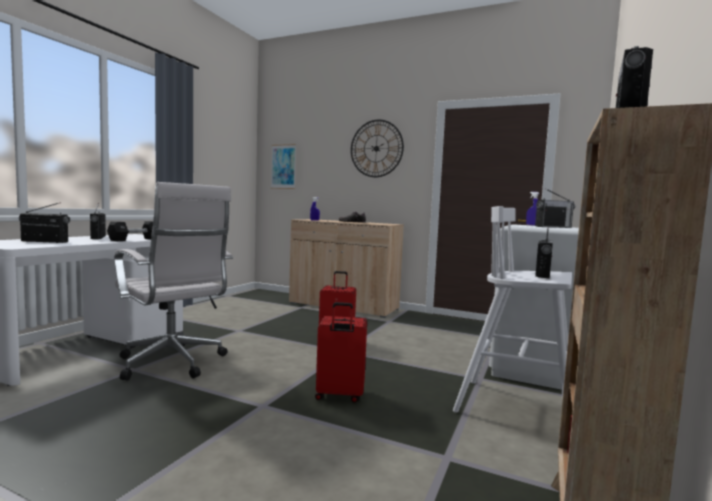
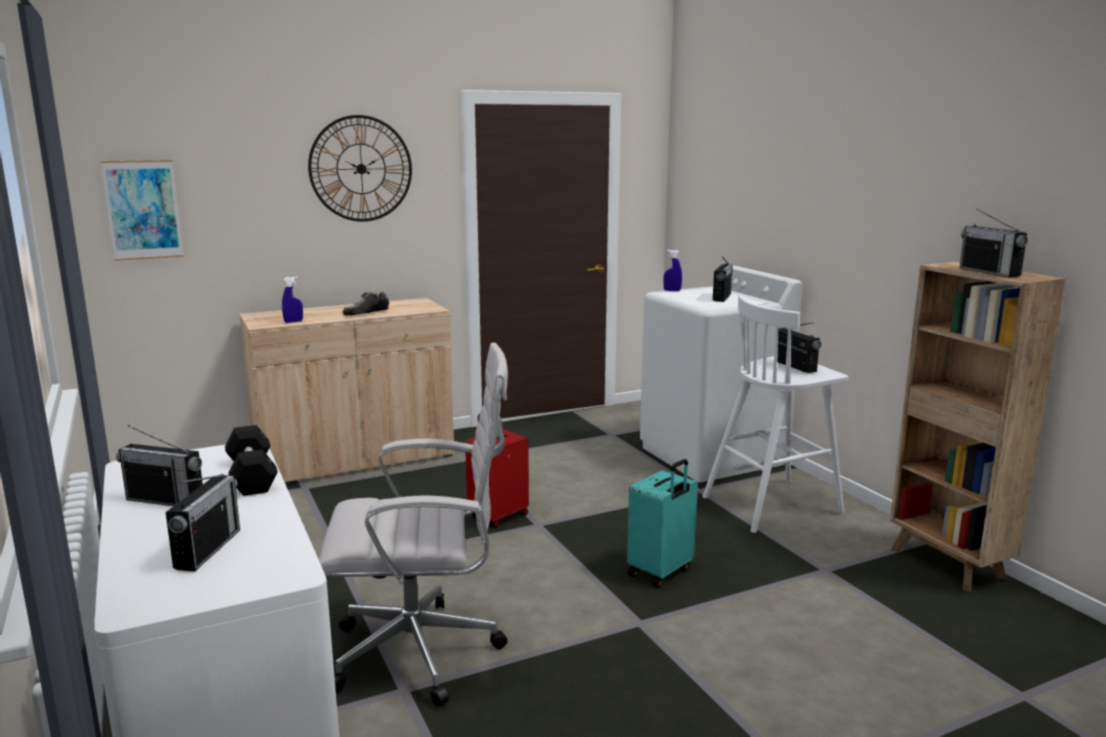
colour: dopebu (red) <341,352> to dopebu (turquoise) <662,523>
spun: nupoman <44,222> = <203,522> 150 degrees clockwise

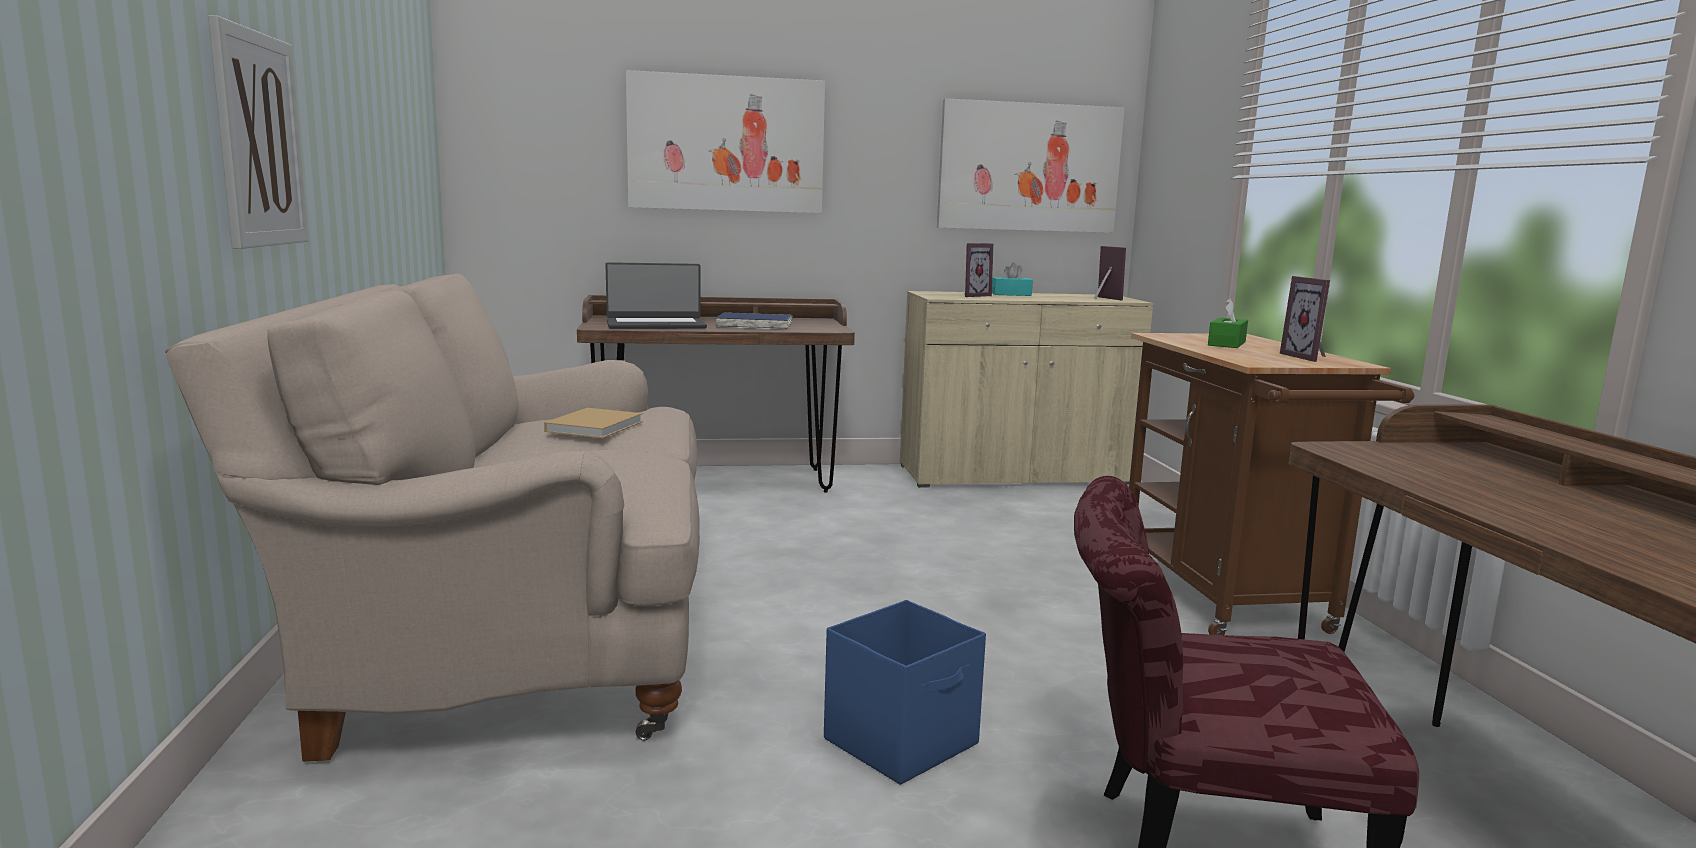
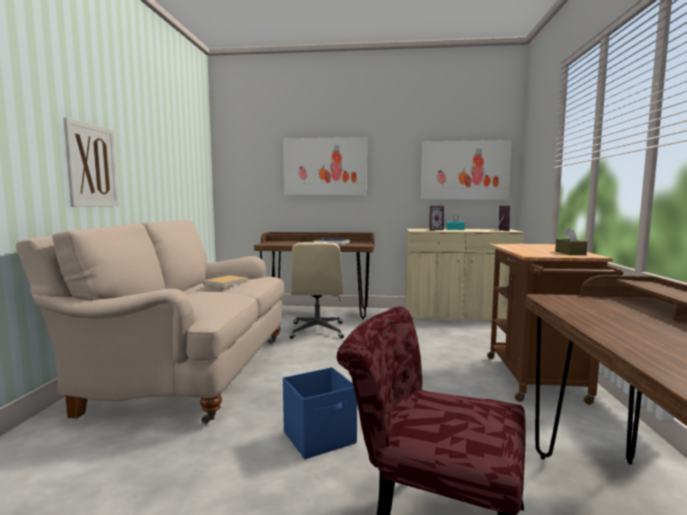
missing: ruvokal <656,295>; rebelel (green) <1228,323>
appeared: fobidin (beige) <316,290>
exchanged: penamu <1305,319> to rebelel (brown) <571,241>

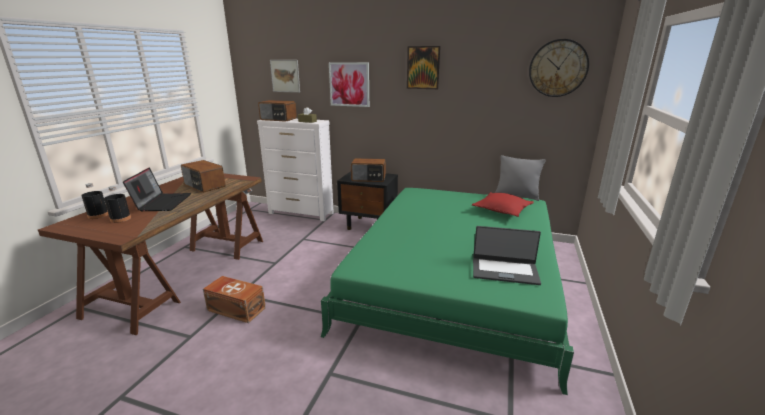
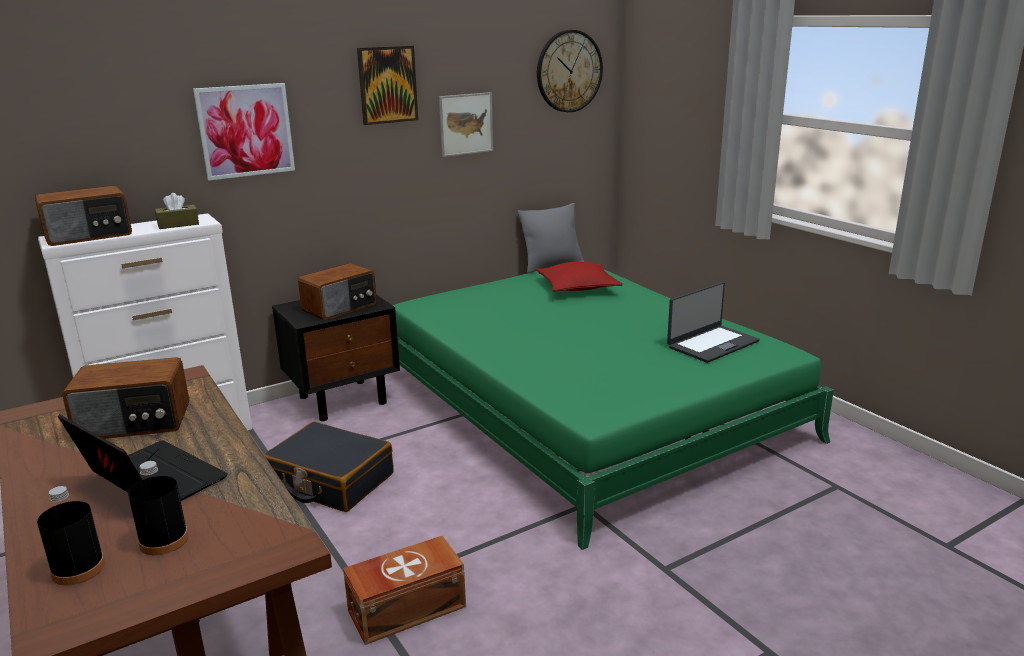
appeared: dopebu (black) <329,467>
relocated: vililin <285,76> to <466,124>

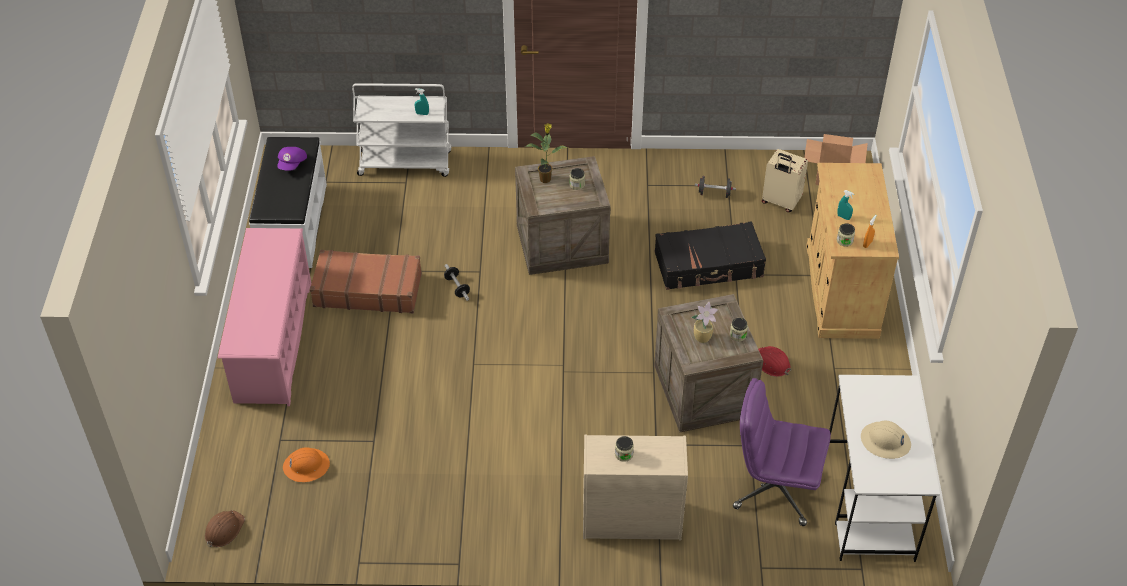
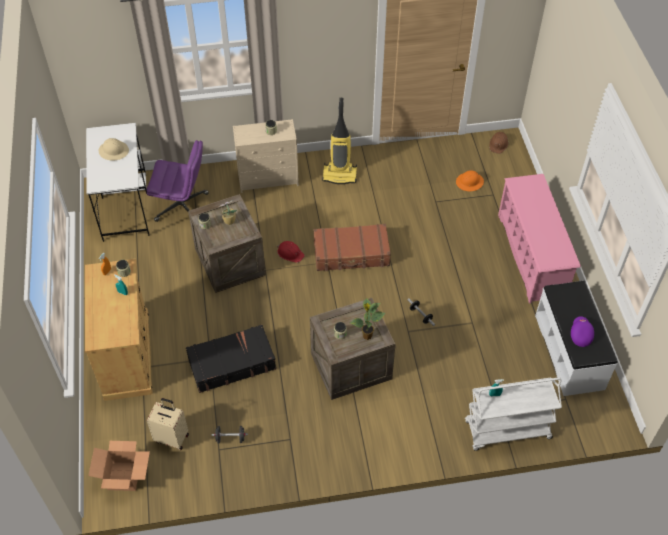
appeared: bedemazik <339,141>
relocated: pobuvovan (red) <774,361> to <291,252>; dopebu (brown) <366,281> to <352,247>

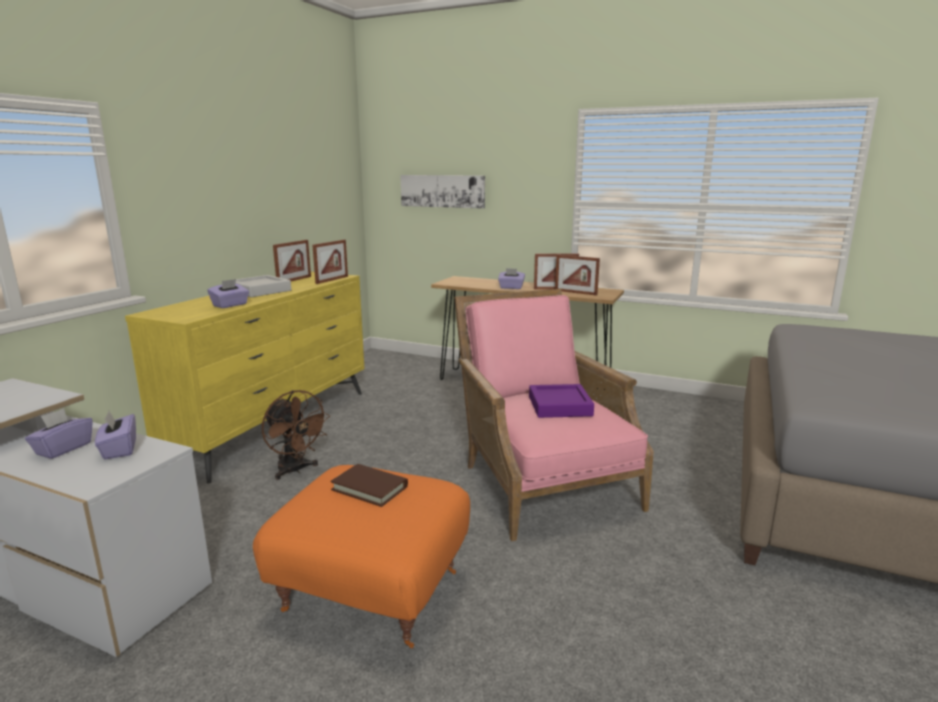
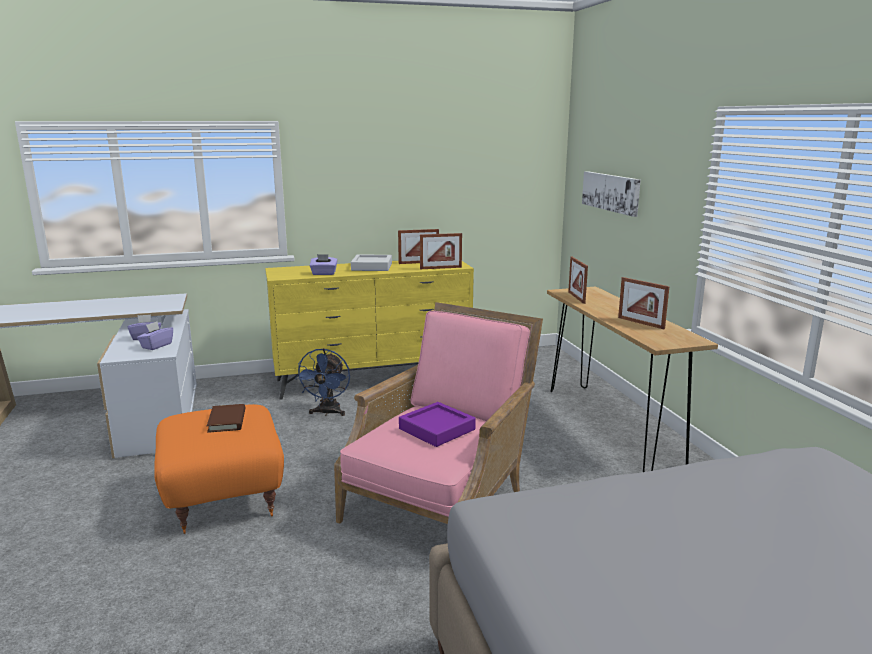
missing: rebelel (purple) <511,278>
relocated: penamu <577,275> to <578,280>
colour: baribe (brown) <296,435> to baribe (blue) <322,382>

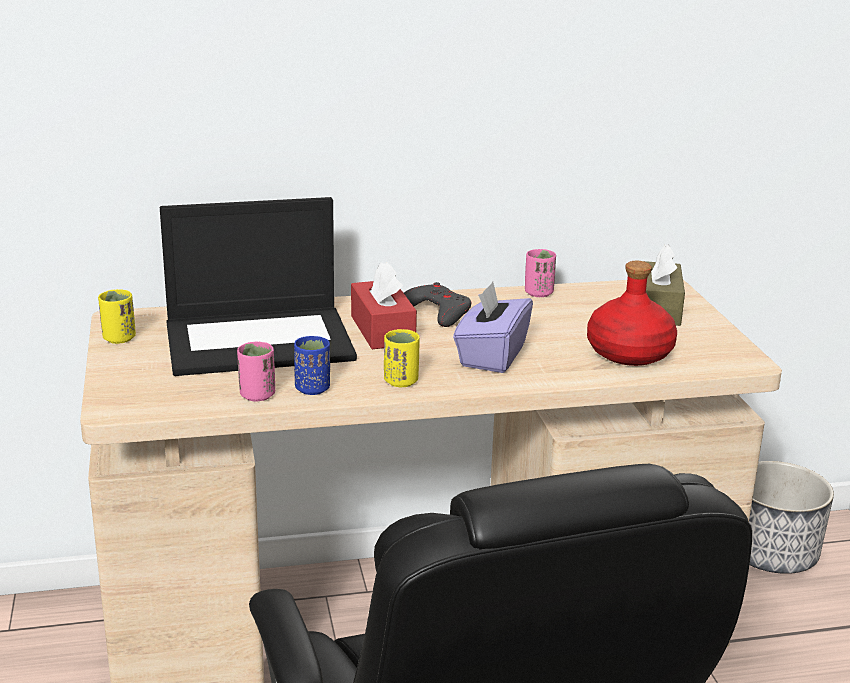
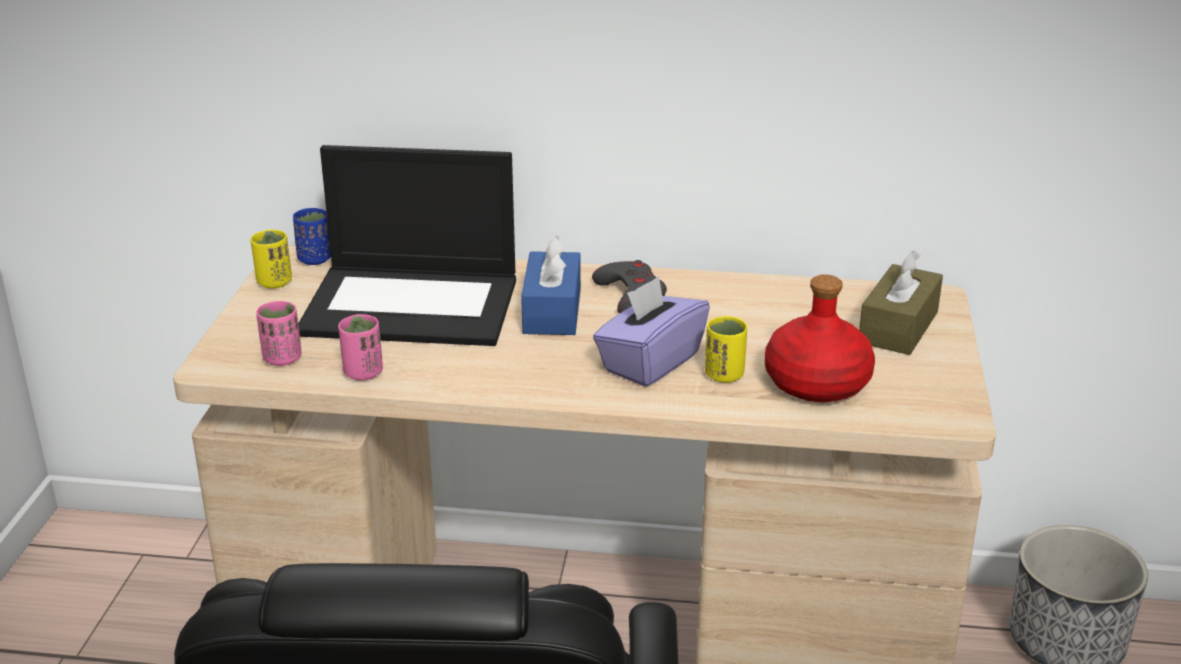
relocated: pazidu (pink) <540,273> to <279,333>; pazidu (blue) <312,365> to <312,236>; pazidu (yellow) <402,358> to <726,349>
colour: rebelel (red) <384,305> to rebelel (blue) <551,284>

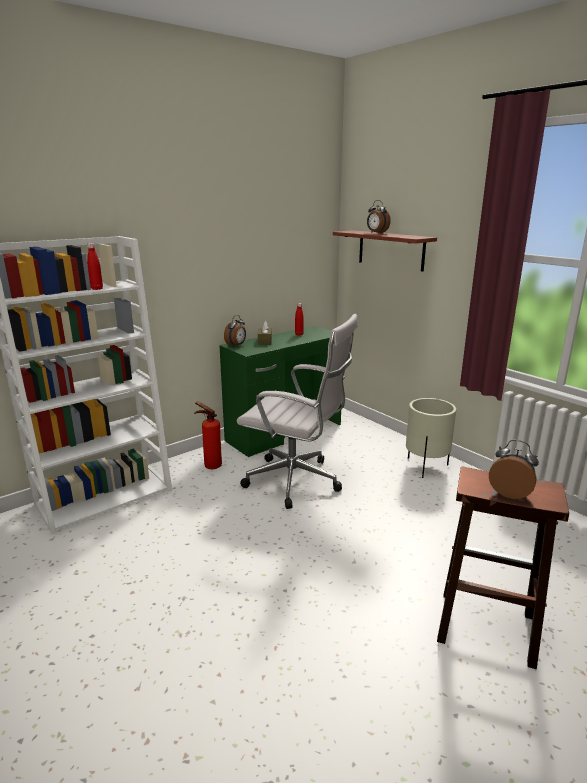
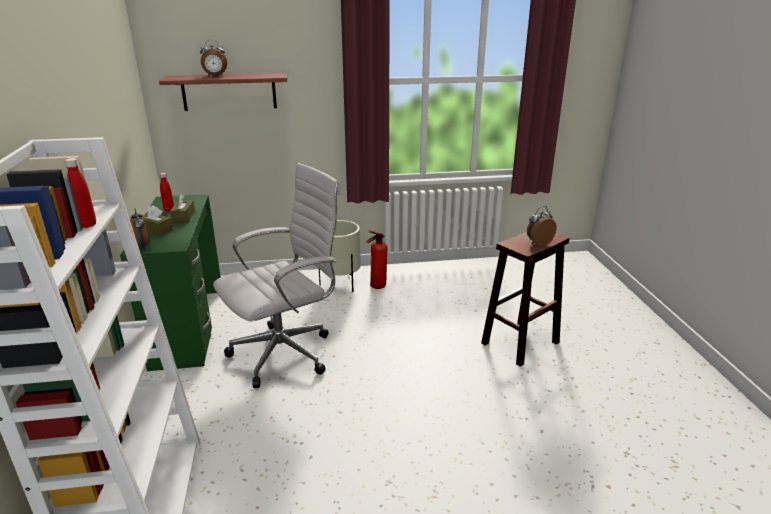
appeared: rebelel (brown) <182,208>
relocated: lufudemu <208,435> to <377,259>

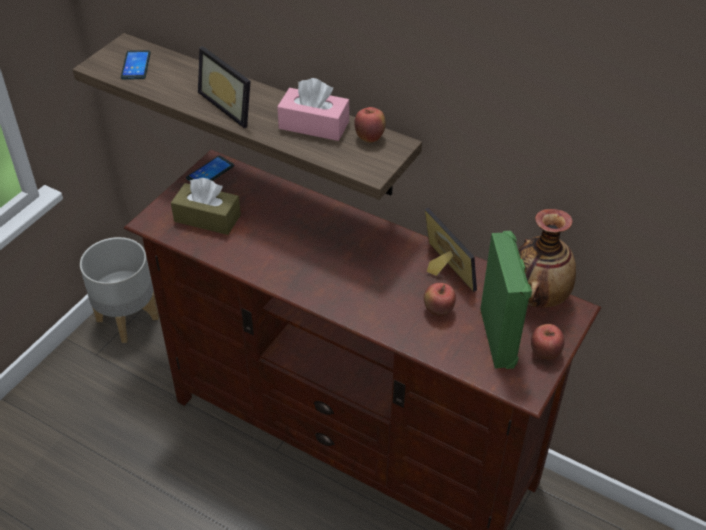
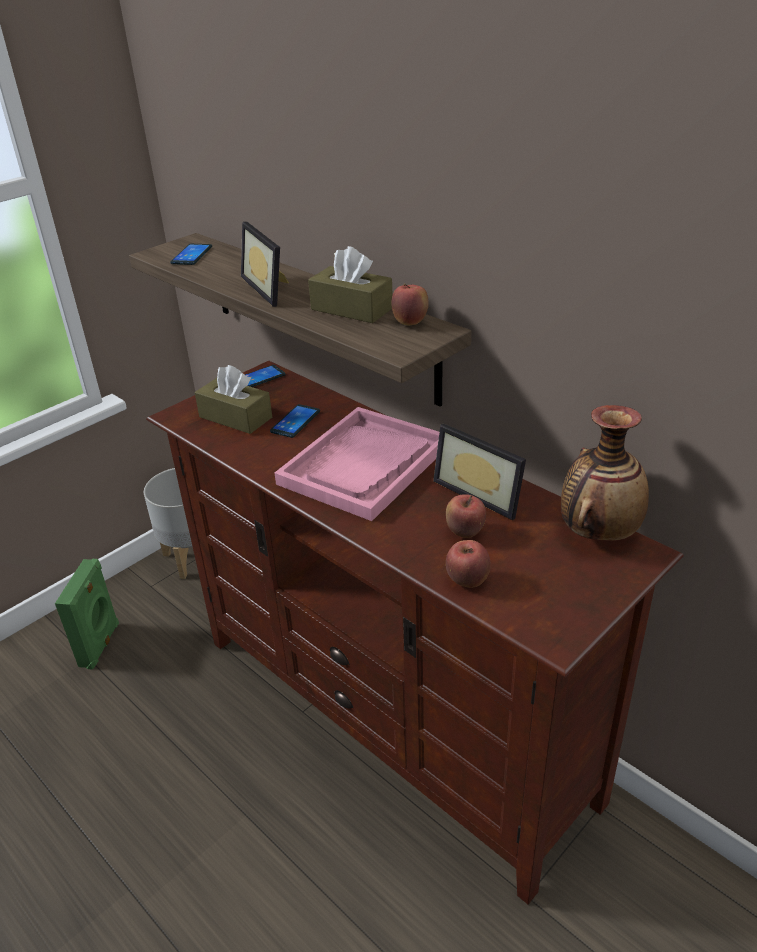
appeared: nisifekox <295,421>; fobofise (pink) <357,464>
relocated: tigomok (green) <506,300> to <87,614>; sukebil <547,341> to <468,564>
colour: rebelel (pink) <313,109> to rebelel (brown) <350,284>
spun: penamu <451,250> = <479,471> 150 degrees clockwise

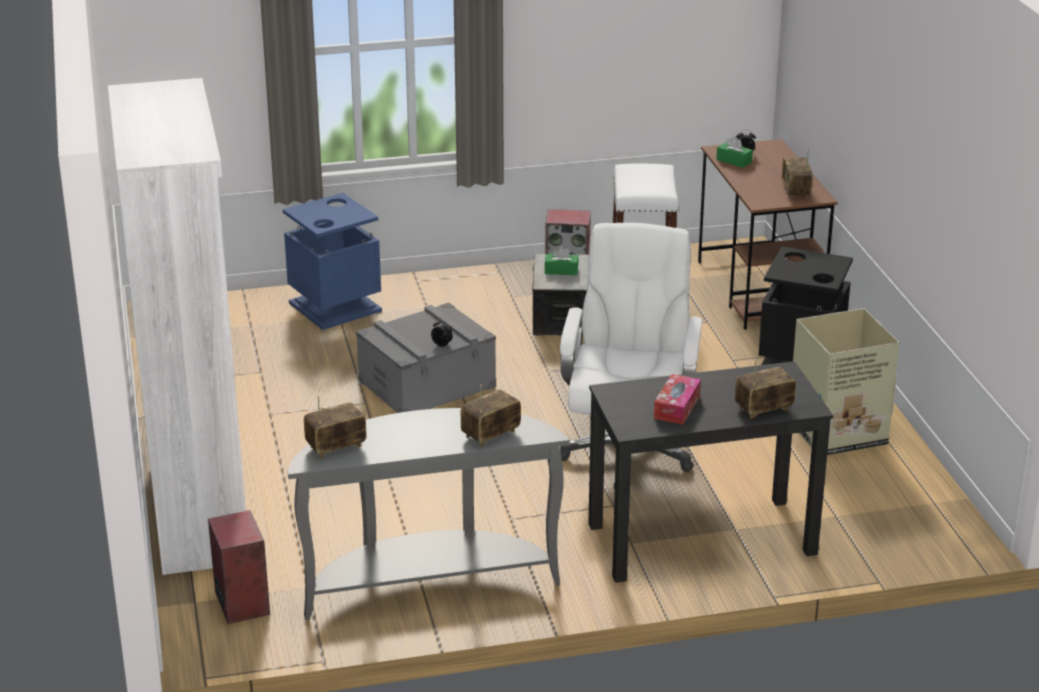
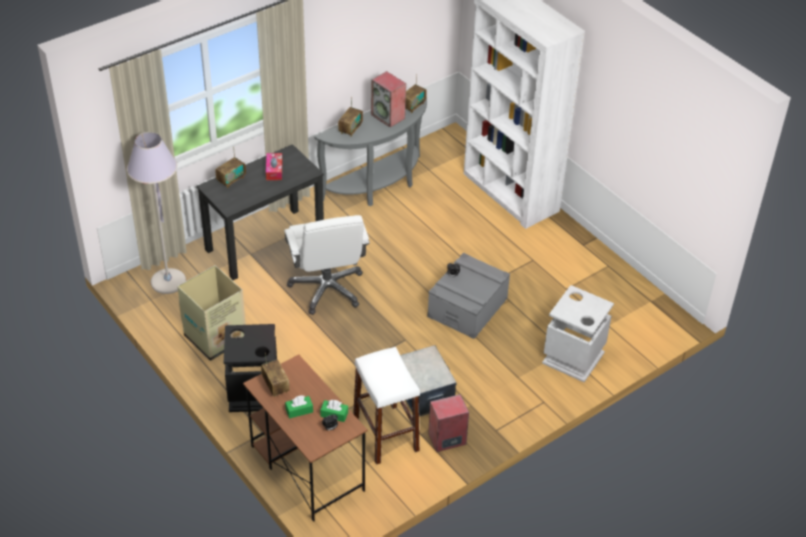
appeared: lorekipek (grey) <156,213>
relocated: rebelel (green) <562,260> to <299,406>; tigomok <239,567> to <388,99>
colour: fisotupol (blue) <332,261> to fisotupol (grey) <578,333>

